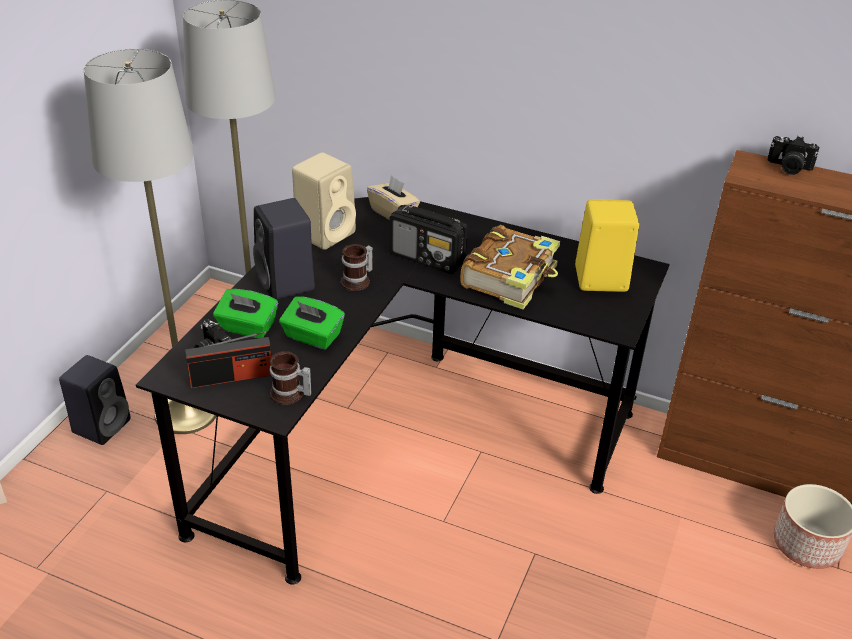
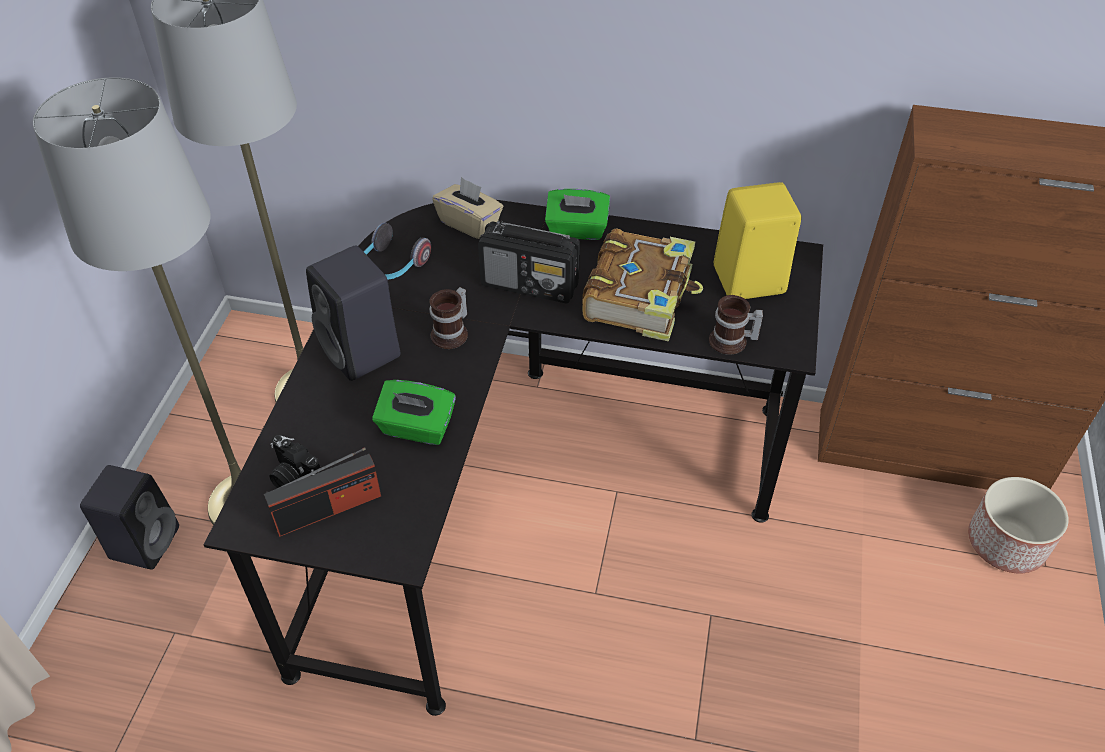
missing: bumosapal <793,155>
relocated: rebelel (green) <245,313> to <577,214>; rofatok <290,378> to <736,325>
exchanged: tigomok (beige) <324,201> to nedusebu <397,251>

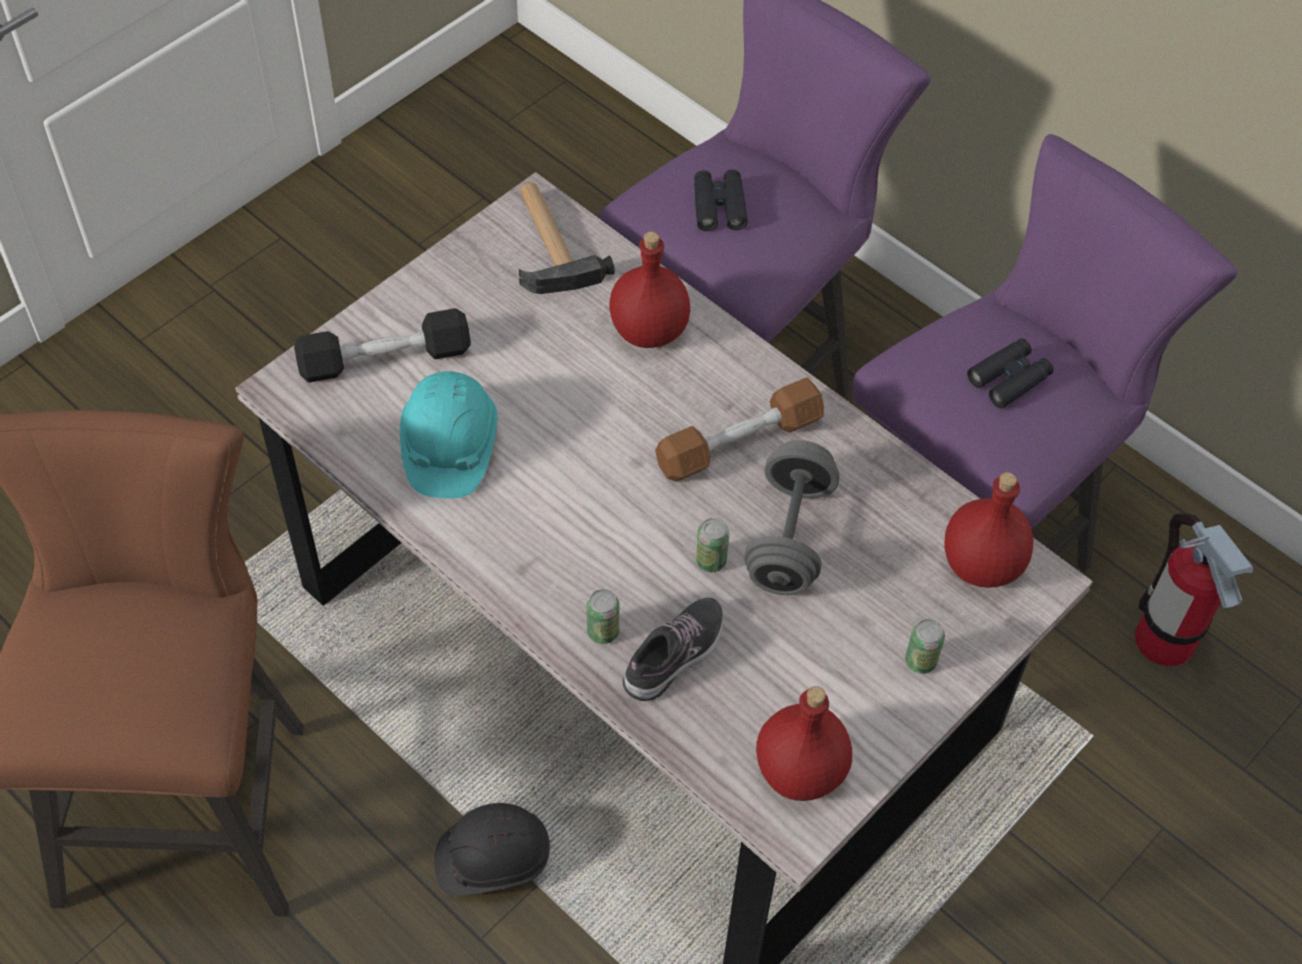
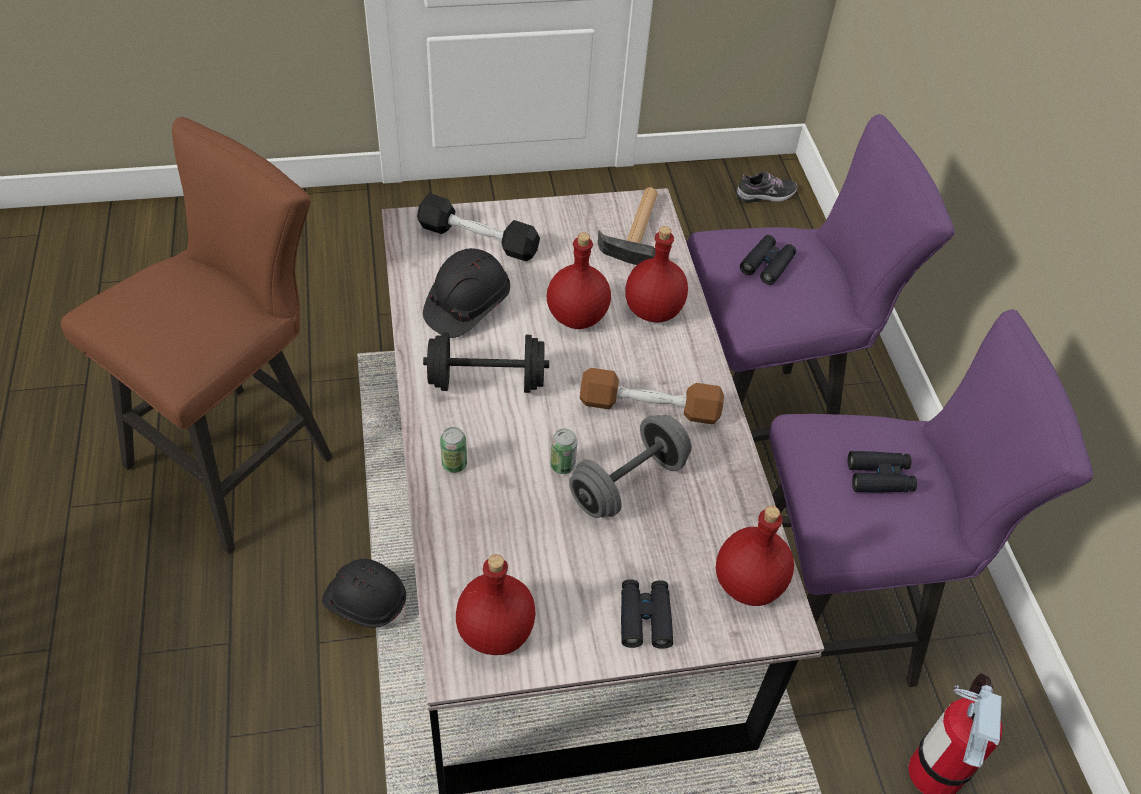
appeared: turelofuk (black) <486,362>; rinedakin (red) <579,280>
relocated: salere <673,649> to <766,186>
exchanged: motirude <925,646> to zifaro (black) <647,614>
colour: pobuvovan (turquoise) <449,434> to pobuvovan (black) <466,293>

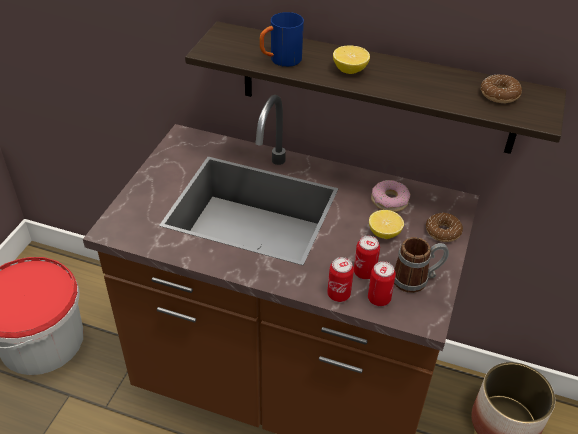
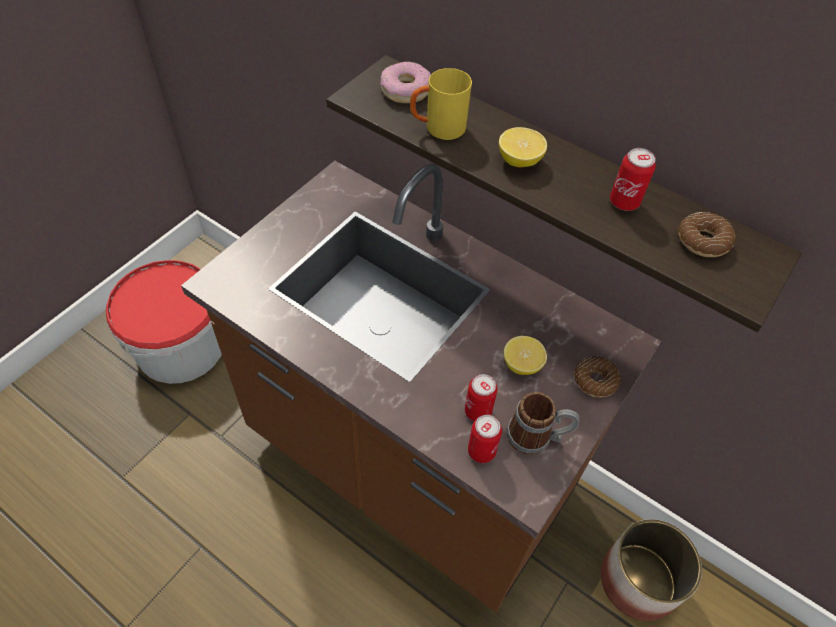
relocated: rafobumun <390,196> to <406,82>; motirude <340,279> to <633,179>
colour: rofatok (blue) <281,39> to rofatok (yellow) <441,104>

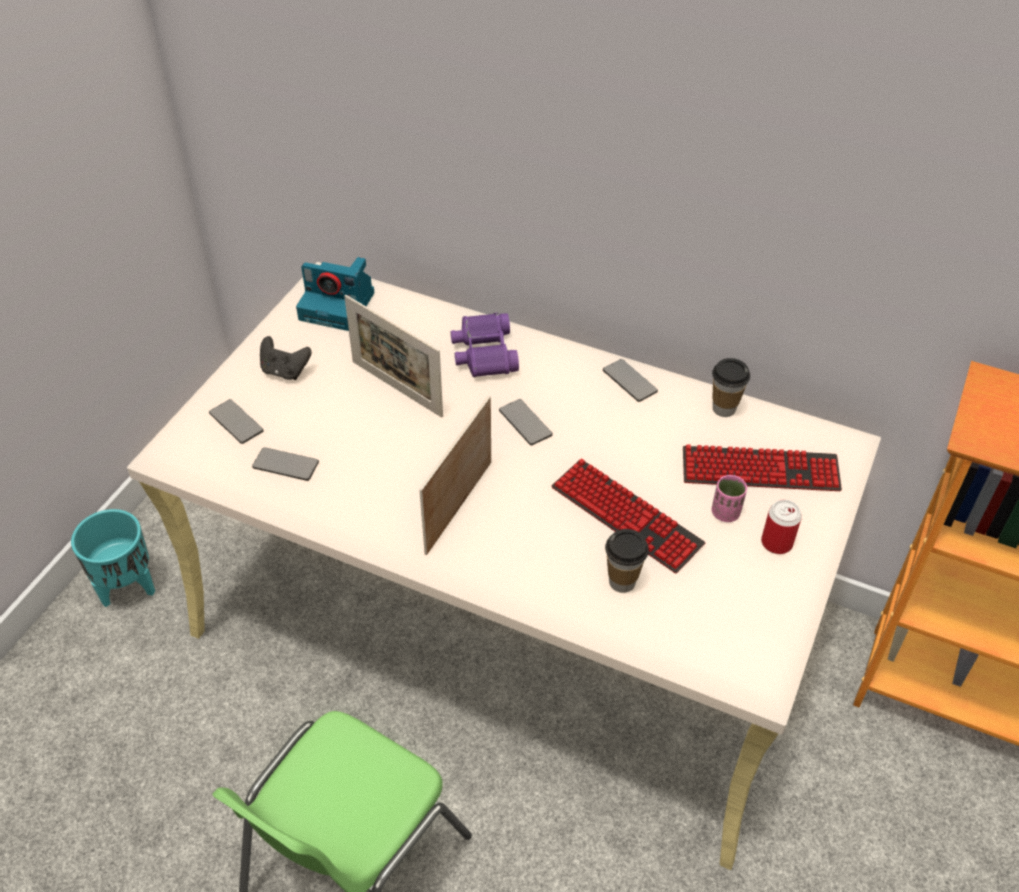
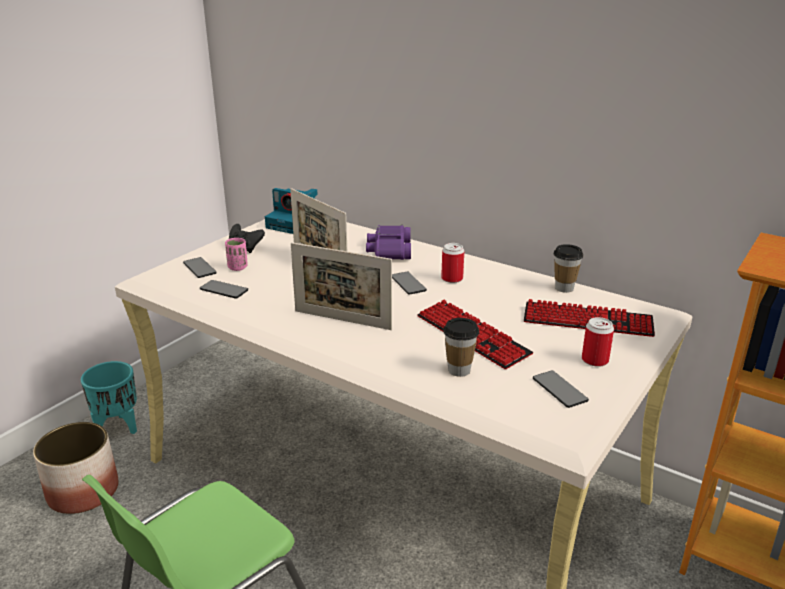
appeared: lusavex <75,468>; motirude <452,263>
relocated: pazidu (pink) <729,498> to <236,254>; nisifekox <630,380> to <561,389>
spun: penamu <455,475> = <341,286> 105 degrees counterclockwise

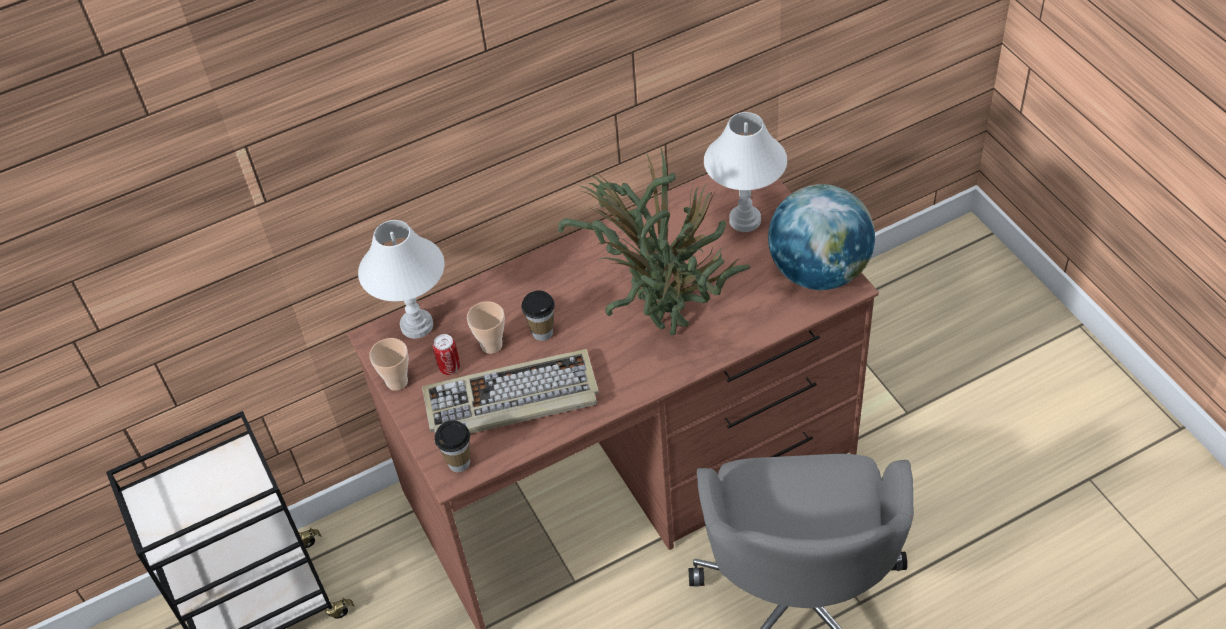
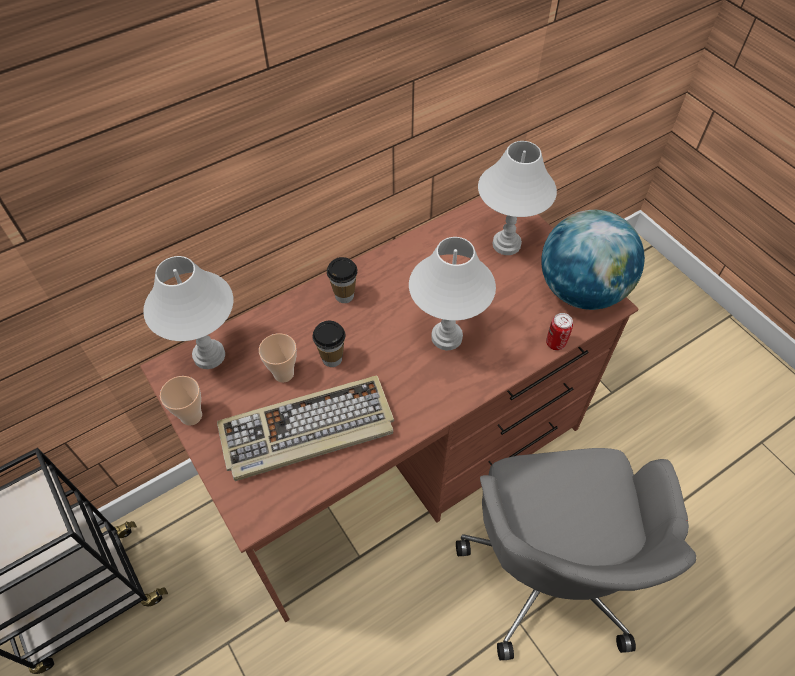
relocated: pazidu <452,446> to <342,280>; motirude <446,354> to <559,332>
exchanged: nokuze <654,241> to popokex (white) <452,293>

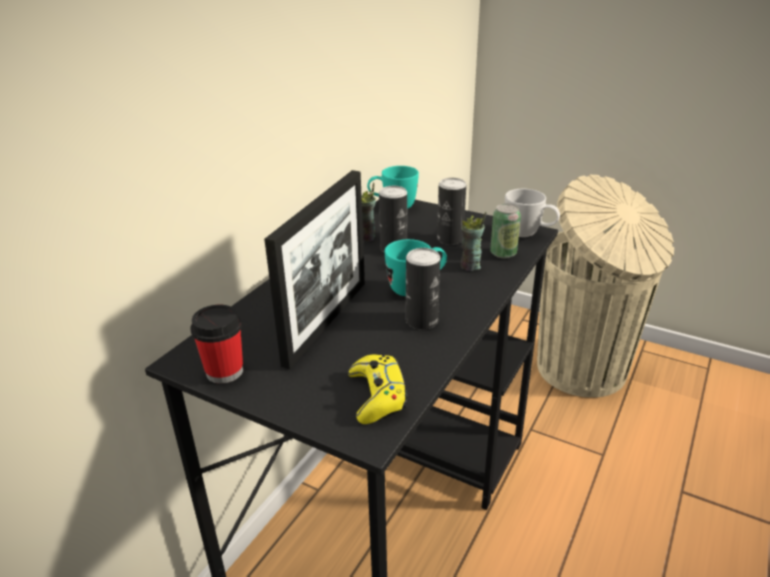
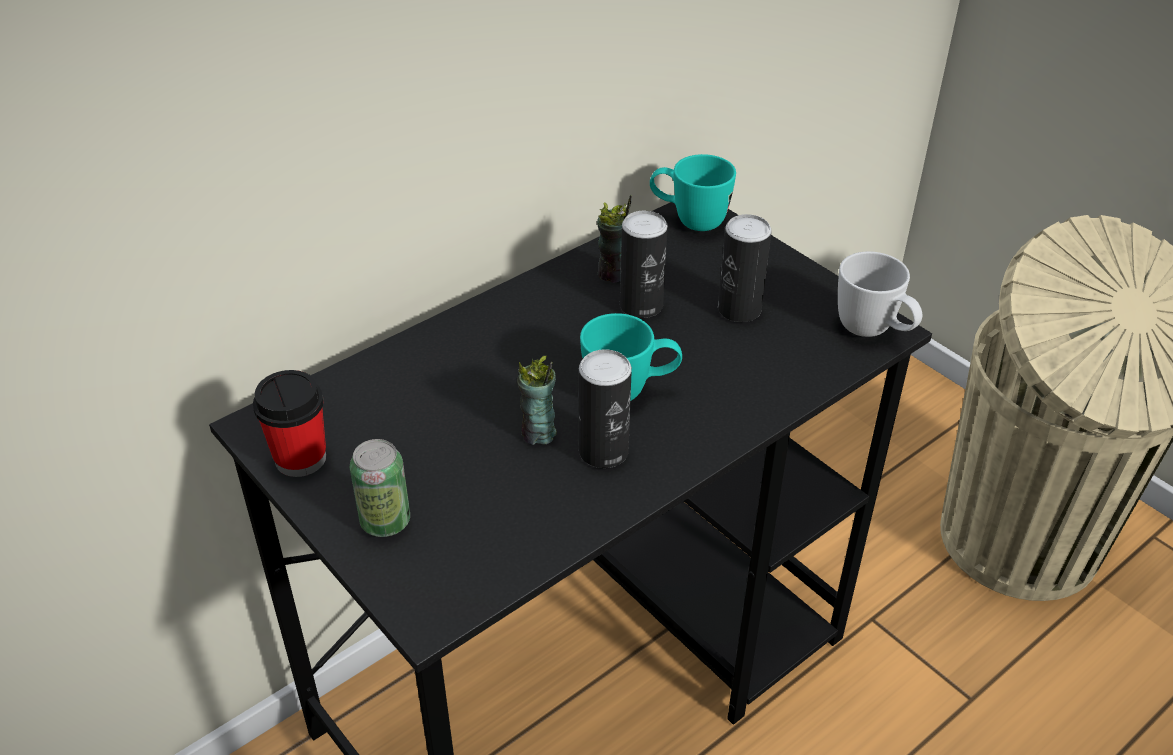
missing: penamu <314,269>; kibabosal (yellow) <377,389>
relocated: motirude <505,231> to <380,488>; pazidu <474,241> to <537,400>

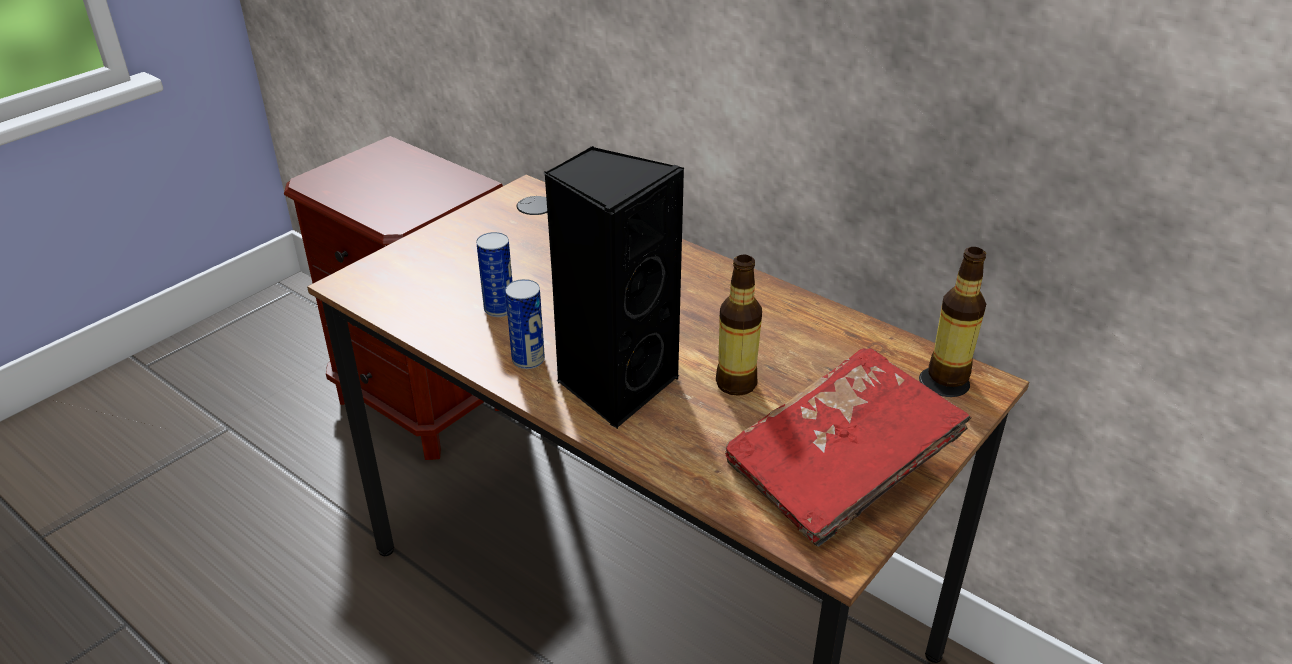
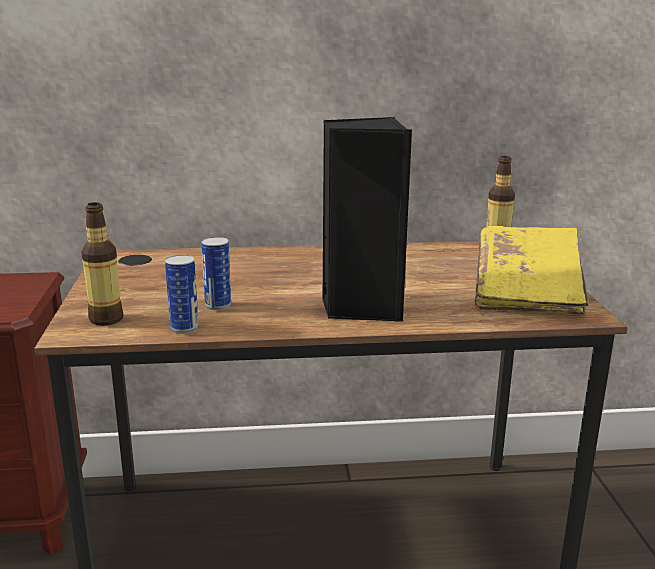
relocated: rinedakin <739,325> to <102,264>; motirude <525,324> to <182,294>
colour: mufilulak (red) <848,447> to mufilulak (yellow) <532,270>

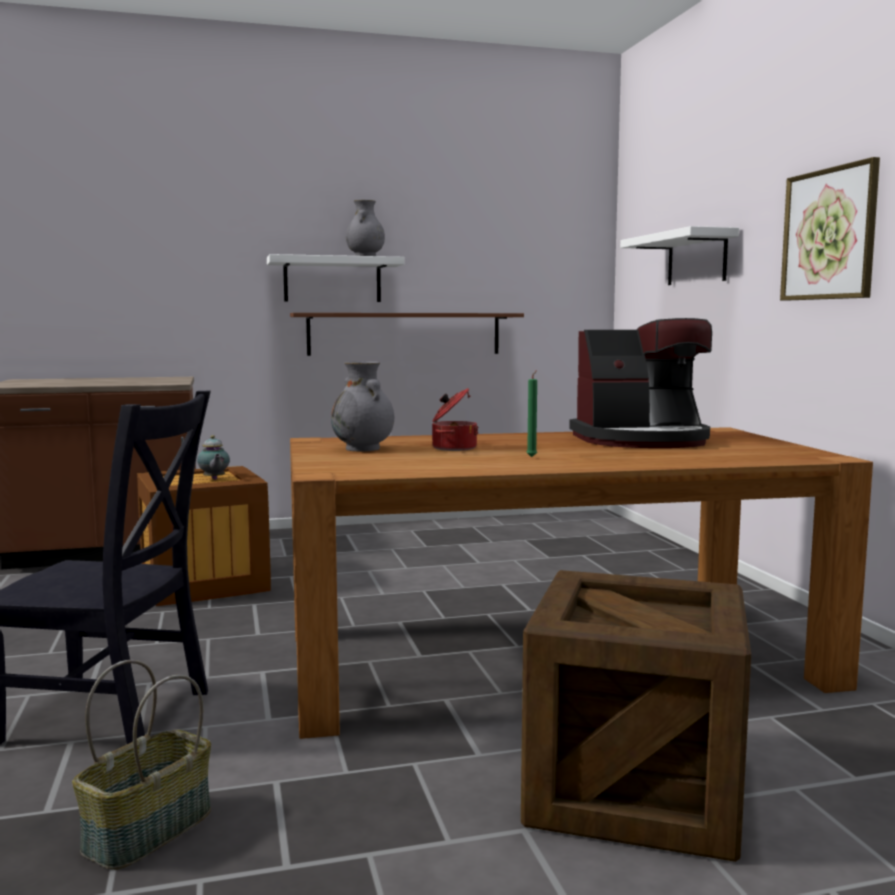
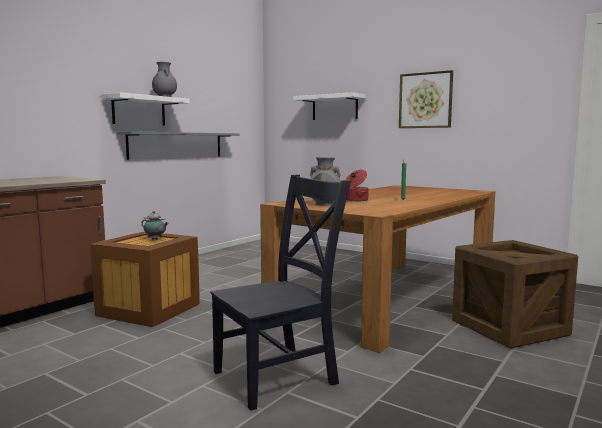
missing: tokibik <141,765>; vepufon <640,383>
colour: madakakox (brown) <407,334> to madakakox (grey) <178,145>

